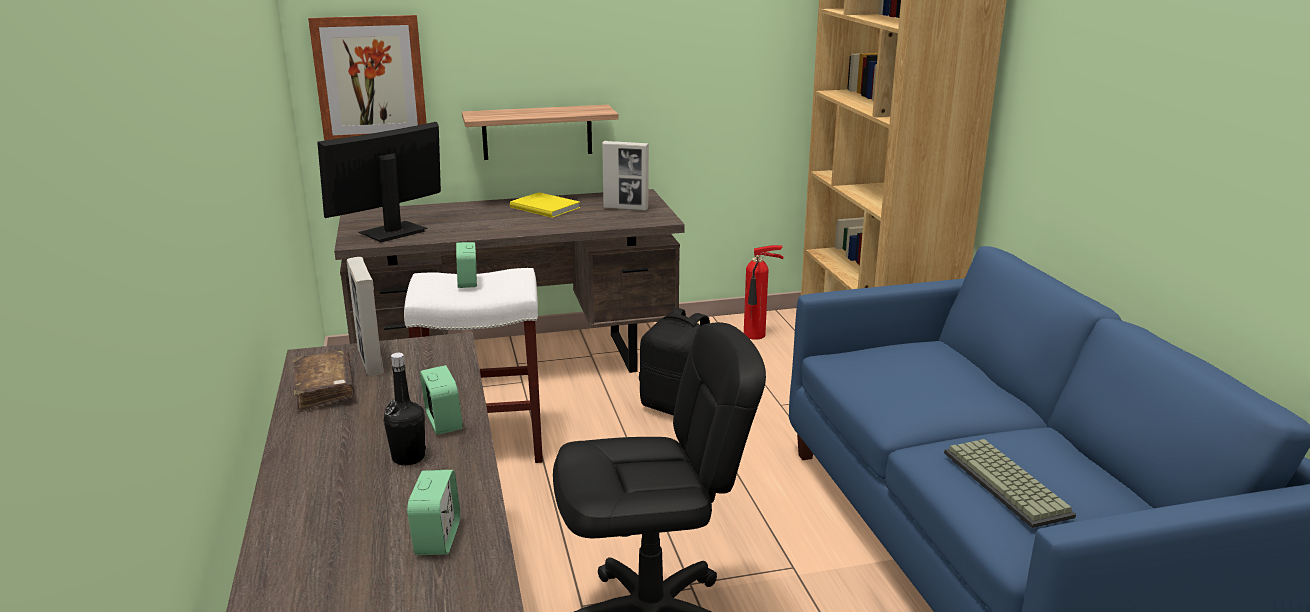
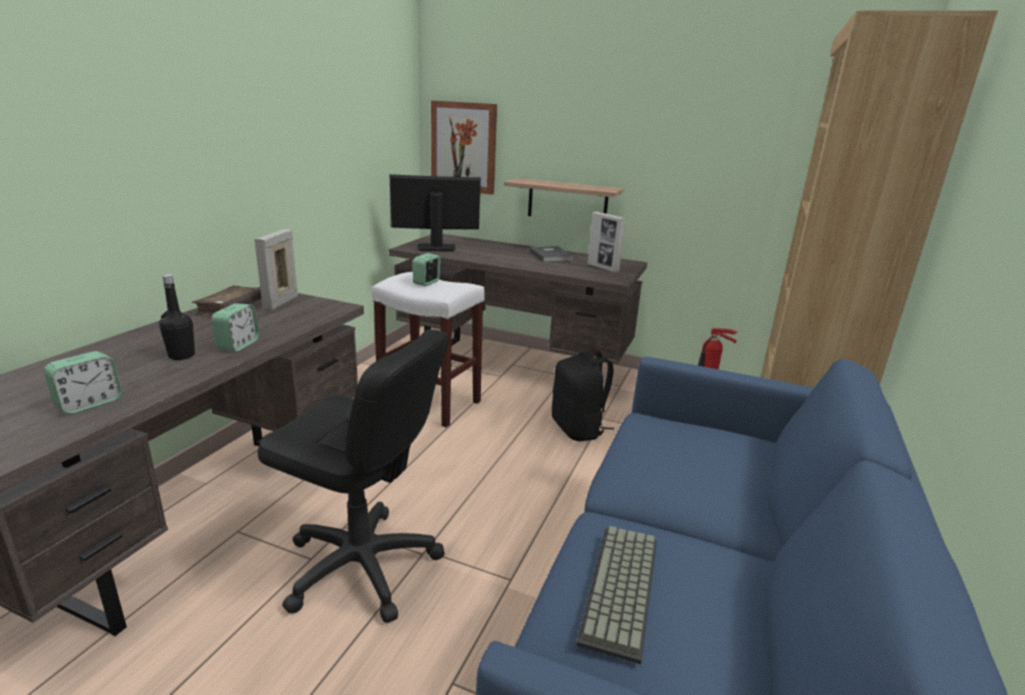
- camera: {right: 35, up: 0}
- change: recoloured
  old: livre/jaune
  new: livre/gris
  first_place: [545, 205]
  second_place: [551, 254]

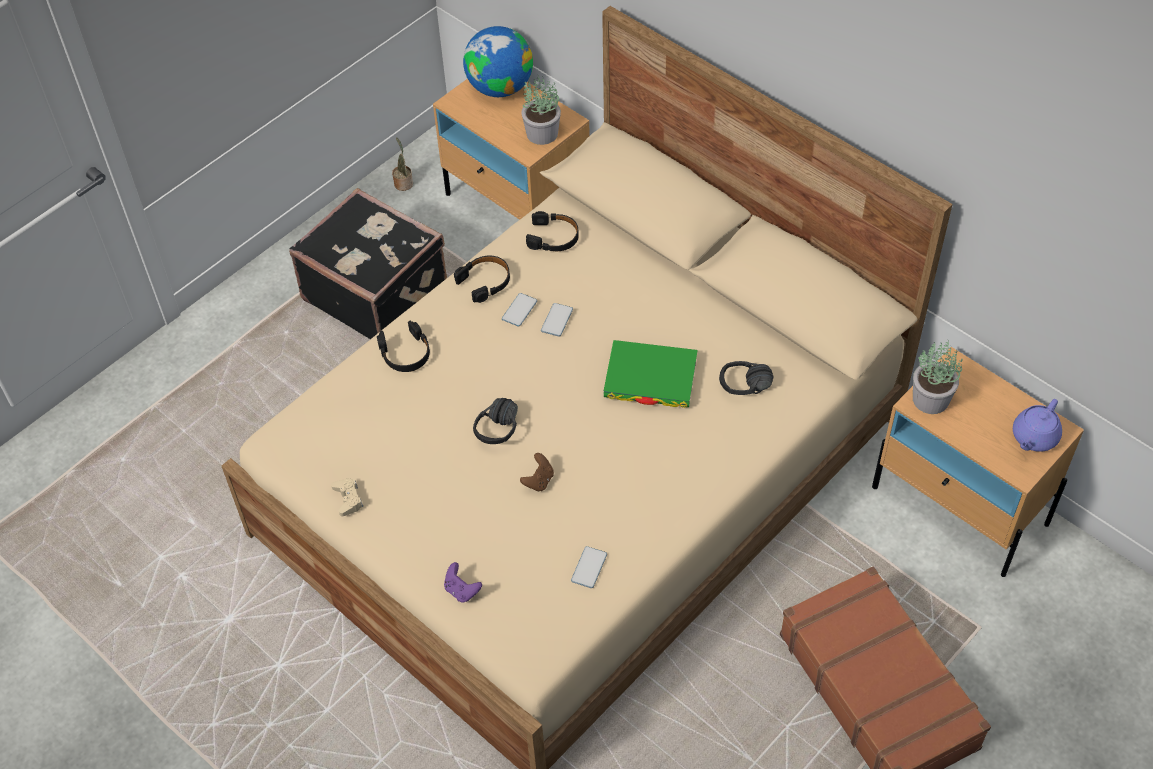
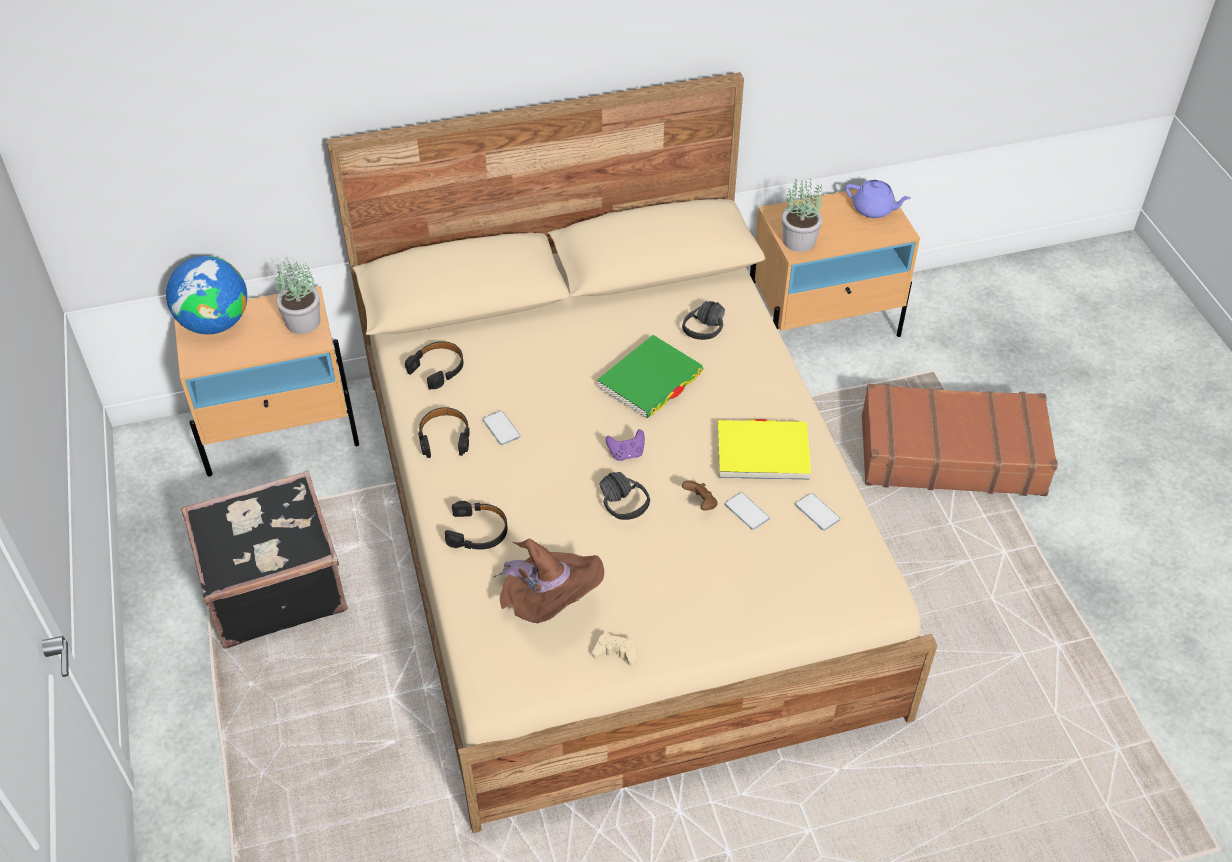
- camera: {right: -60, up: -5}
- change: removed
  old: plante en pot
  first_place: [402, 164]
- change: added
  new: chapeau/marron
  second_place: [549, 581]
- change: added
  new: livre/jaune
  second_place: [764, 449]
- change: moved
  old: manette/violet
  first_place: [463, 582]
  second_place: [625, 445]
- change: moved
  old: téléphone
  first_place: [557, 320]
  second_place: [747, 511]
- change: turned
  old: théière/violet
  first_place: [1037, 425]
  second_place: [878, 199]
  degrees: -45

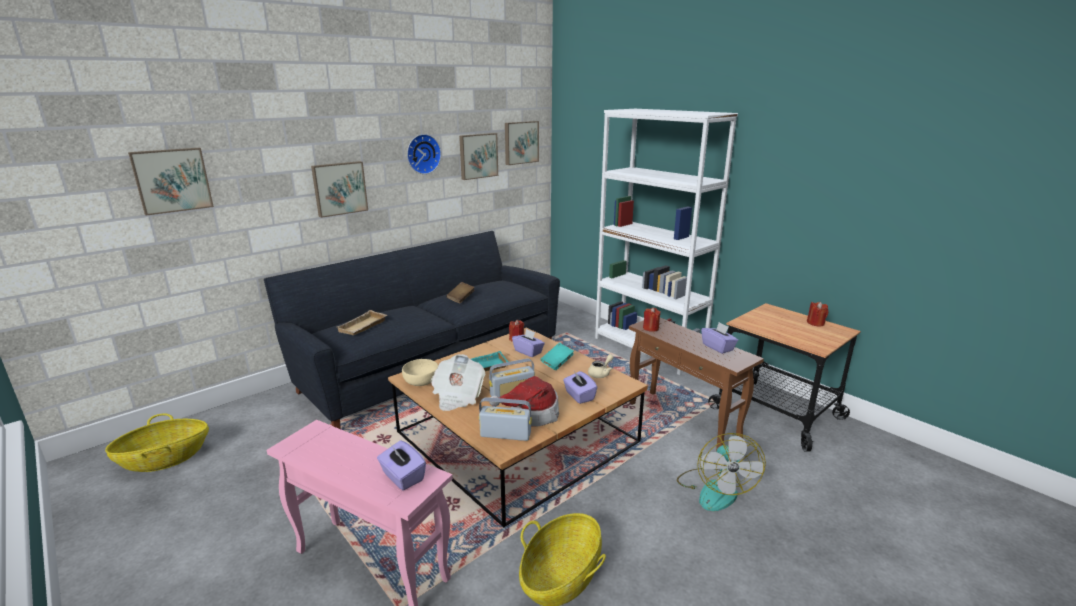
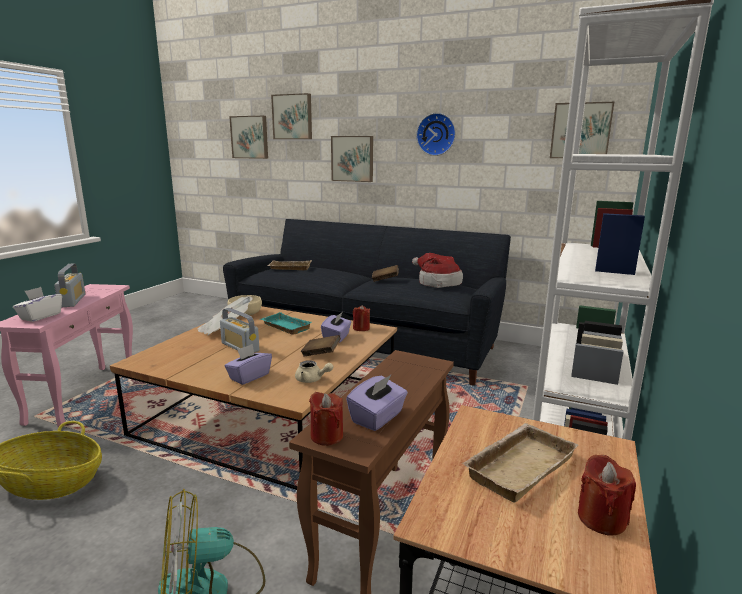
- camera: {right: 65, up: -5}
- change: removed
  old: panier
  first_place: [157, 442]
- change: added
  new: plateau/beige
  second_place: [520, 463]
- change: moved
  old: tableau
  first_place: [478, 156]
  second_place: [291, 116]
- change: moved
  old: radio
  first_place: [505, 419]
  second_place: [69, 285]
- change: moved
  old: chapeau
  first_place: [524, 401]
  second_place: [437, 270]
- change: moved
  old: bougie/rouge
  first_place: [652, 319]
  second_place: [326, 419]
- change: recoloured
  old: boîte à mouchoirs/violet
  new: boîte à mouchoirs/blanc
  first_place: [401, 465]
  second_place: [37, 304]
- change: recoloured
  old: livre/turquoise
  new: livre/marron
  first_place: [557, 356]
  second_place: [321, 346]

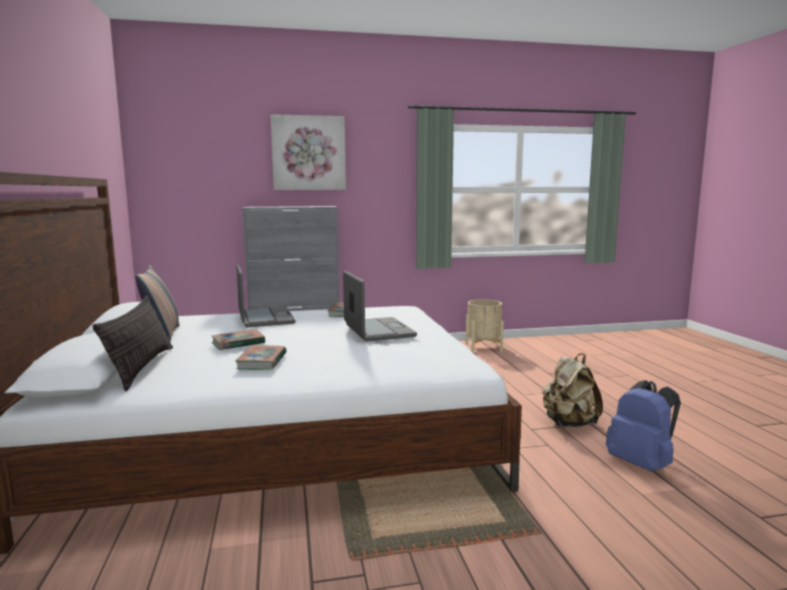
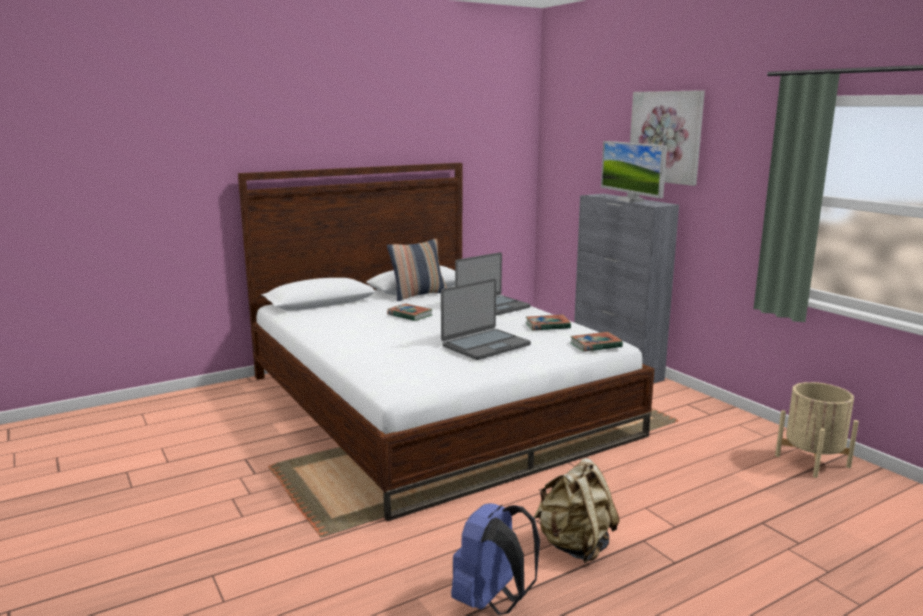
- camera: {right: 70, up: 5}
- change: removed
  old: coussin
  first_place: [133, 343]
- change: added
  new: écran d'ordinateur
  second_place: [634, 172]
- change: moved
  old: livre
  first_place: [260, 357]
  second_place: [596, 342]

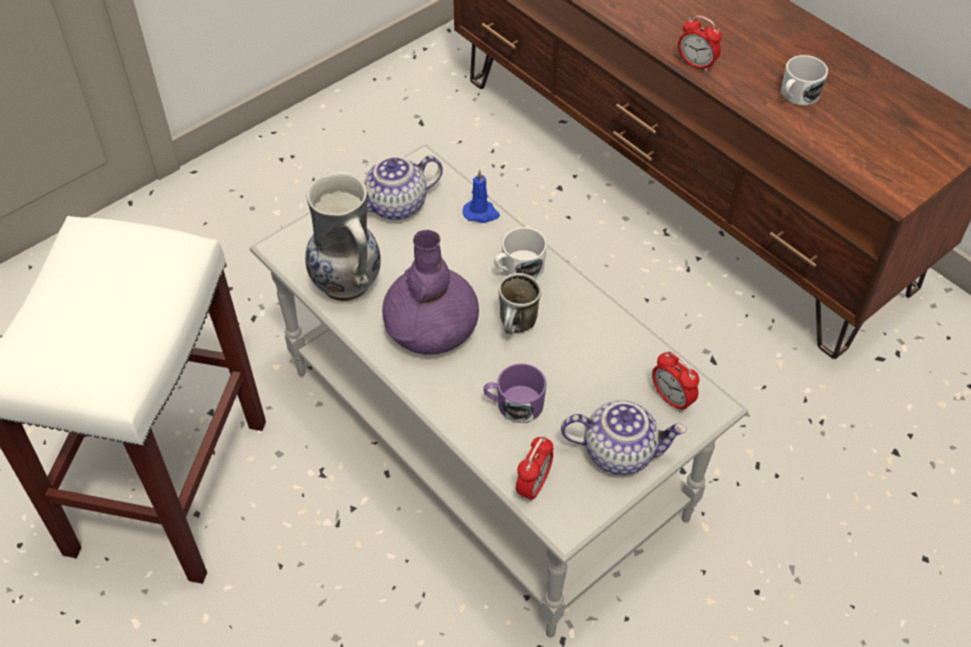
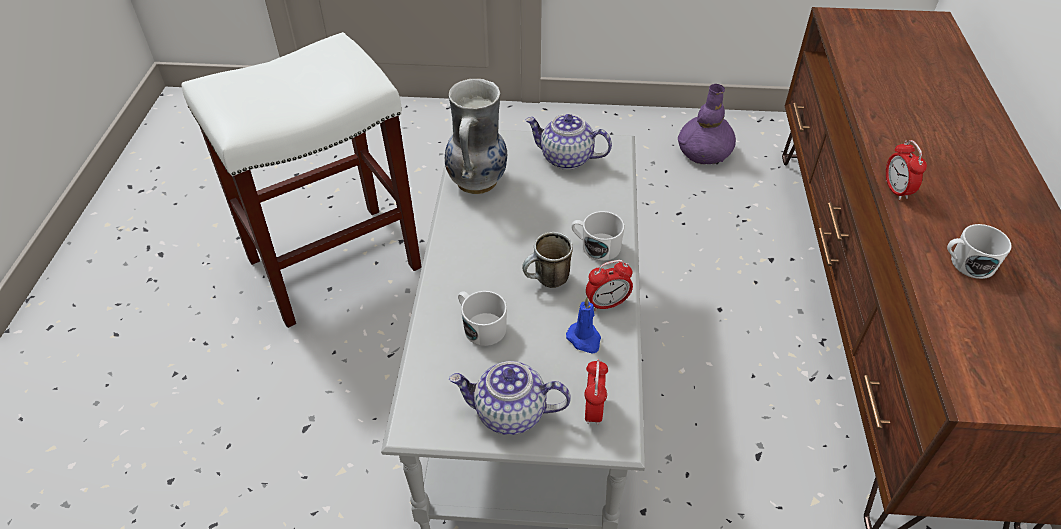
- camera: {right: 45, up: -5}
- change: moved
  old: vase/violet
  first_place: [430, 292]
  second_place: [707, 124]
- change: moved
  old: bougie/bleu
  first_place: [481, 196]
  second_place: [583, 325]
- change: moved
  old: réveil
  first_place: [534, 469]
  second_place: [609, 285]
- change: recoloured
  old: mug/violet
  new: mug/blanc
  first_place: [515, 393]
  second_place: [482, 318]
- change: turned
  old: théière
  first_place: [624, 437]
  second_place: [510, 398]
  degrees: 135

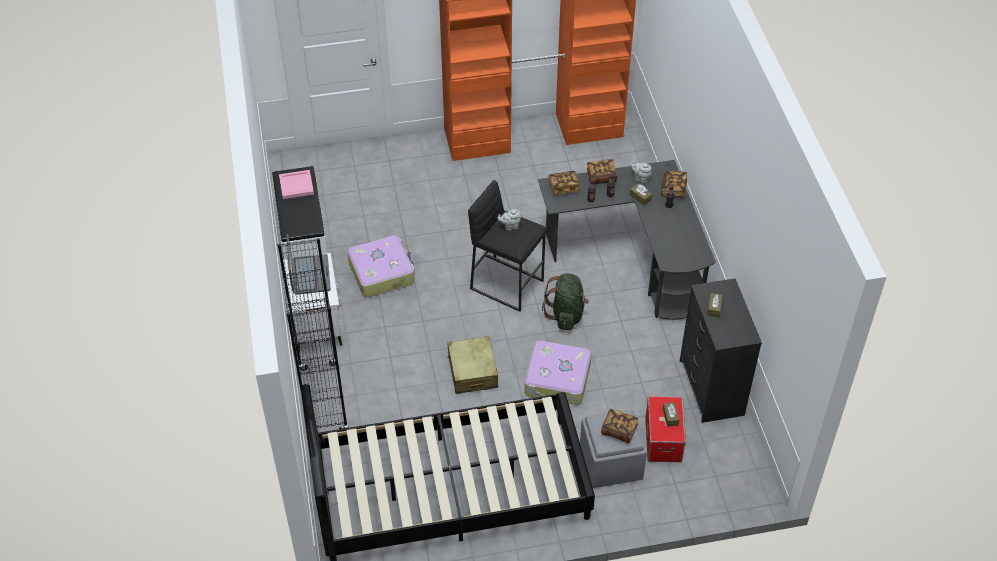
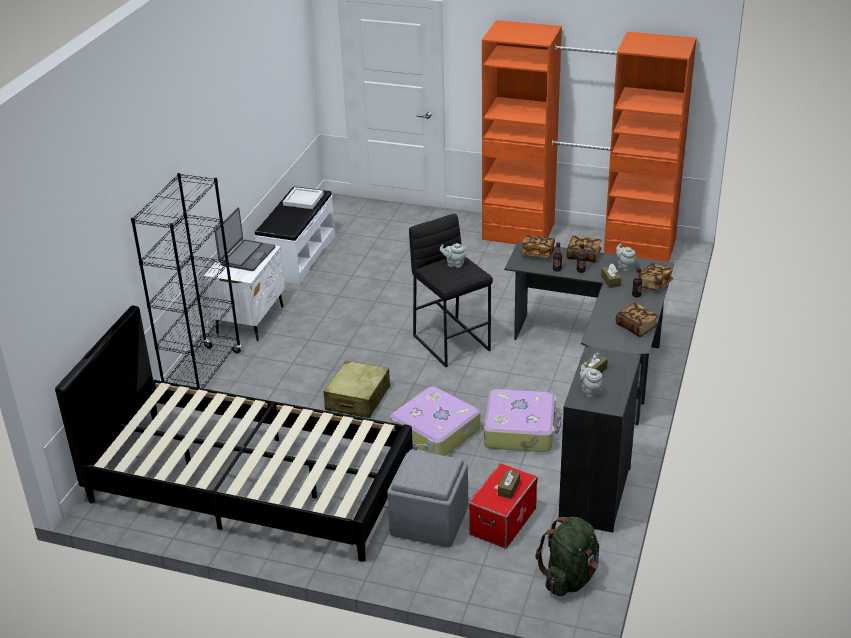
- camera: {right: 30, up: -15}
- change: added
  new: théière/gris
  second_place: [591, 380]
- change: moved
  old: valise
  first_place: [381, 266]
  second_place: [523, 420]
- change: moved
  old: sac à dos/vert
  first_place: [565, 301]
  second_place: [567, 556]
- change: moved
  old: livre
  first_place: [619, 425]
  second_place: [637, 319]
- change: recoloured
  old: plateau/rose
  new: plateau/blanc
  first_place: [296, 184]
  second_place: [303, 198]

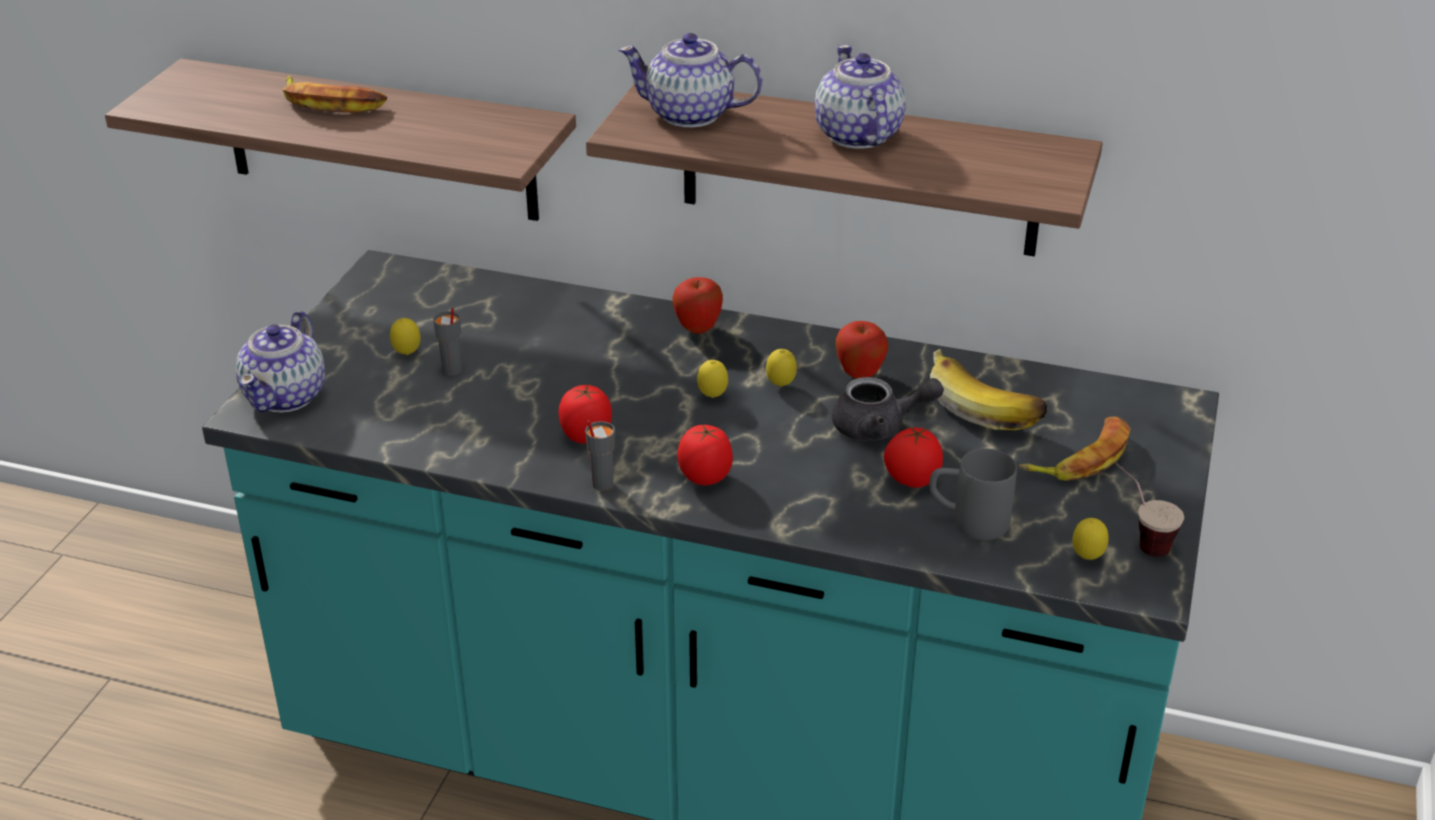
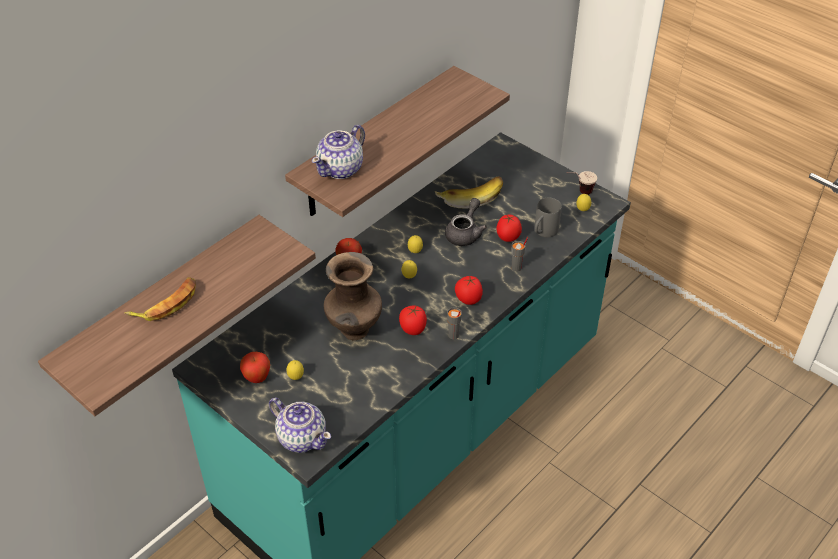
- camera: {right: -65, up: 10}
- change: removed
  old: théière
  first_place: [860, 97]
- change: removed
  old: banane
  first_place: [1075, 449]
- change: added
  new: vase/marron
  second_place: [353, 296]
- change: moved
  old: tasse/gris
  first_place: [447, 342]
  second_place: [519, 254]
- change: moved
  old: pomme
  first_place: [861, 350]
  second_place: [255, 367]

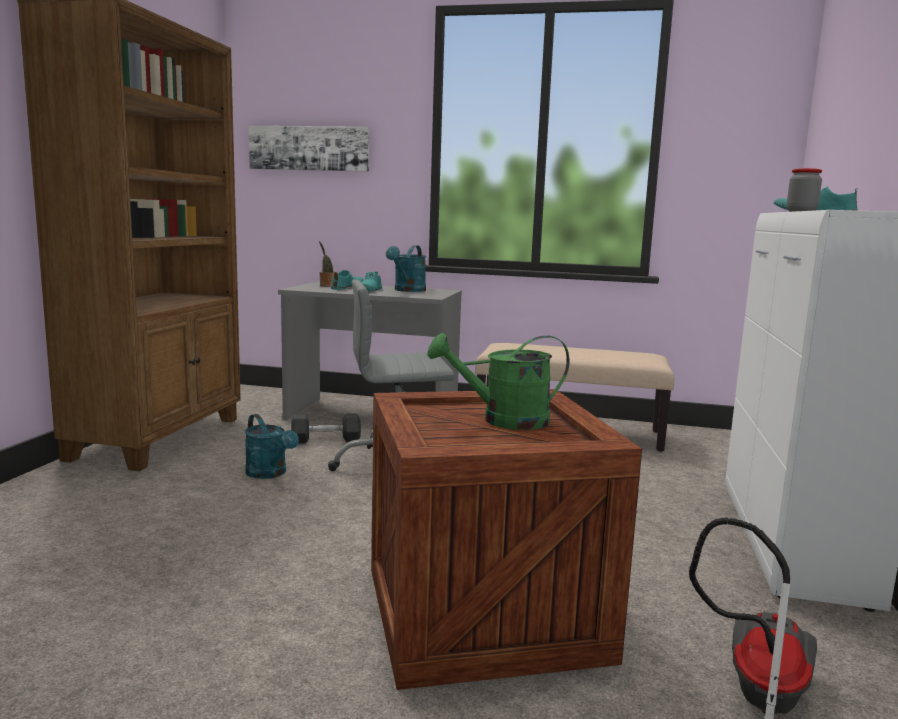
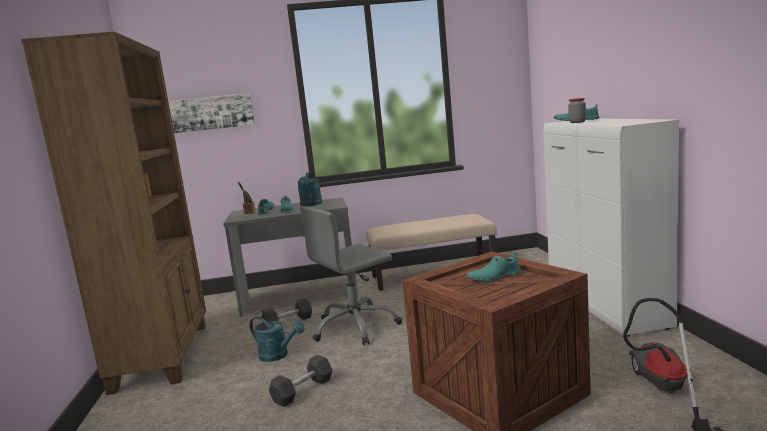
- camera: {right: -20, up: 0}
- change: added
  new: haltère/gris
  second_place: [301, 381]
- change: replaced
  old: arrosoir/vert
  new: chaussure/turquoise
  first_place: [498, 381]
  second_place: [493, 267]

